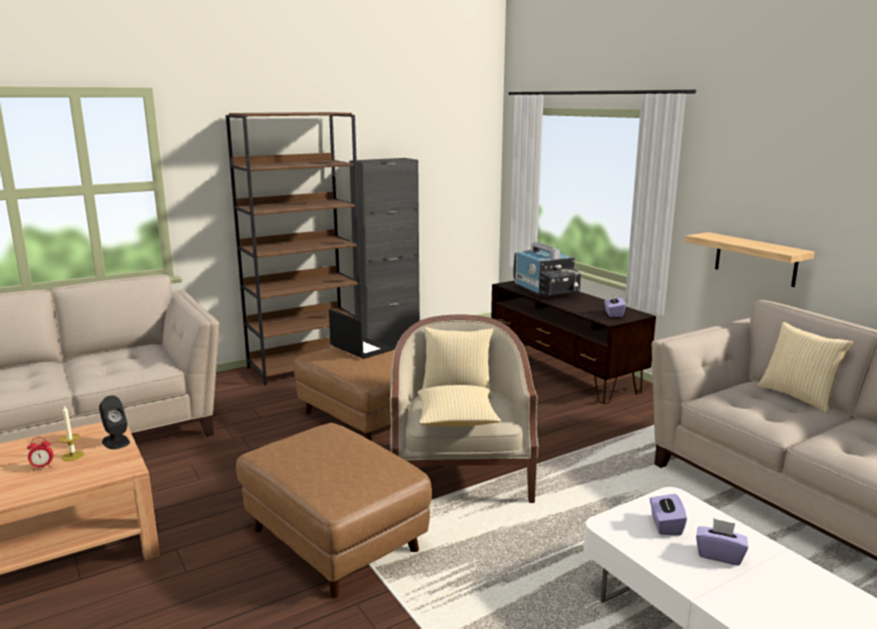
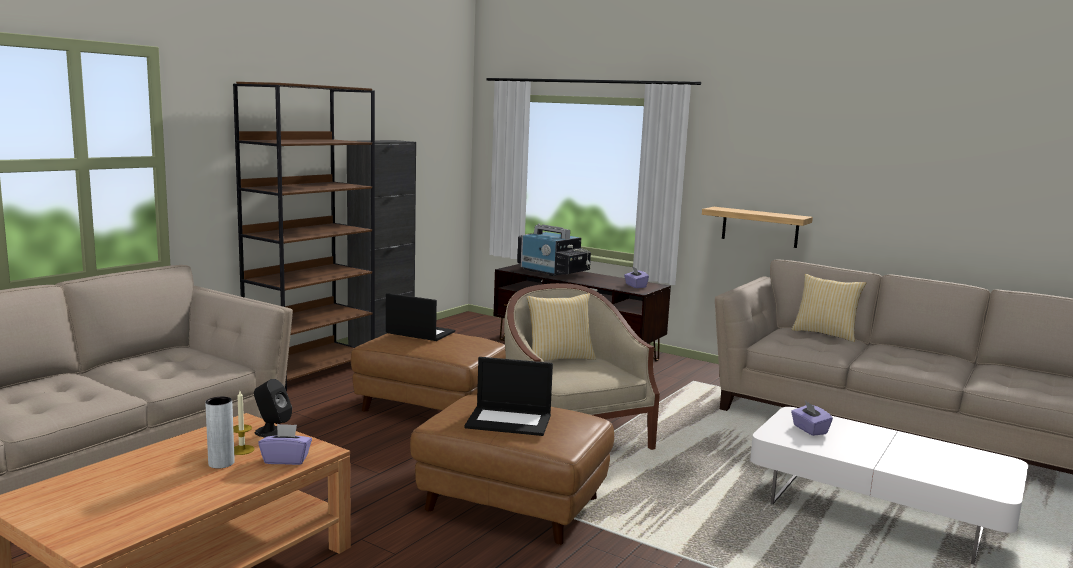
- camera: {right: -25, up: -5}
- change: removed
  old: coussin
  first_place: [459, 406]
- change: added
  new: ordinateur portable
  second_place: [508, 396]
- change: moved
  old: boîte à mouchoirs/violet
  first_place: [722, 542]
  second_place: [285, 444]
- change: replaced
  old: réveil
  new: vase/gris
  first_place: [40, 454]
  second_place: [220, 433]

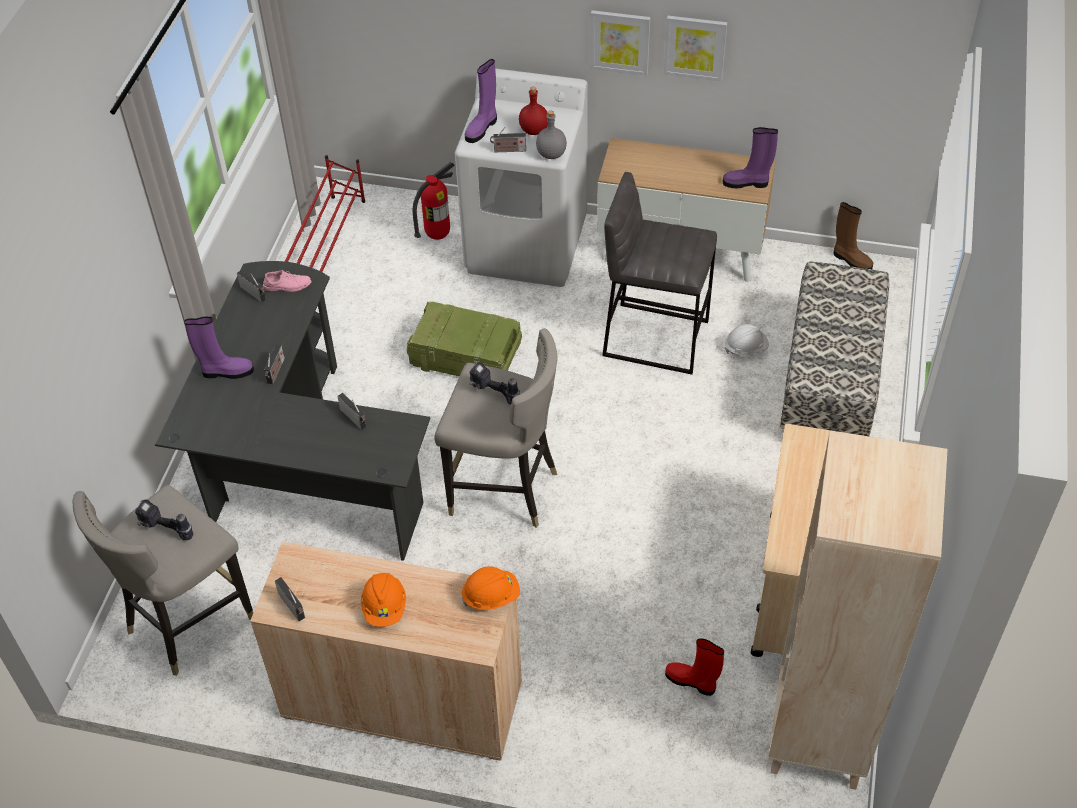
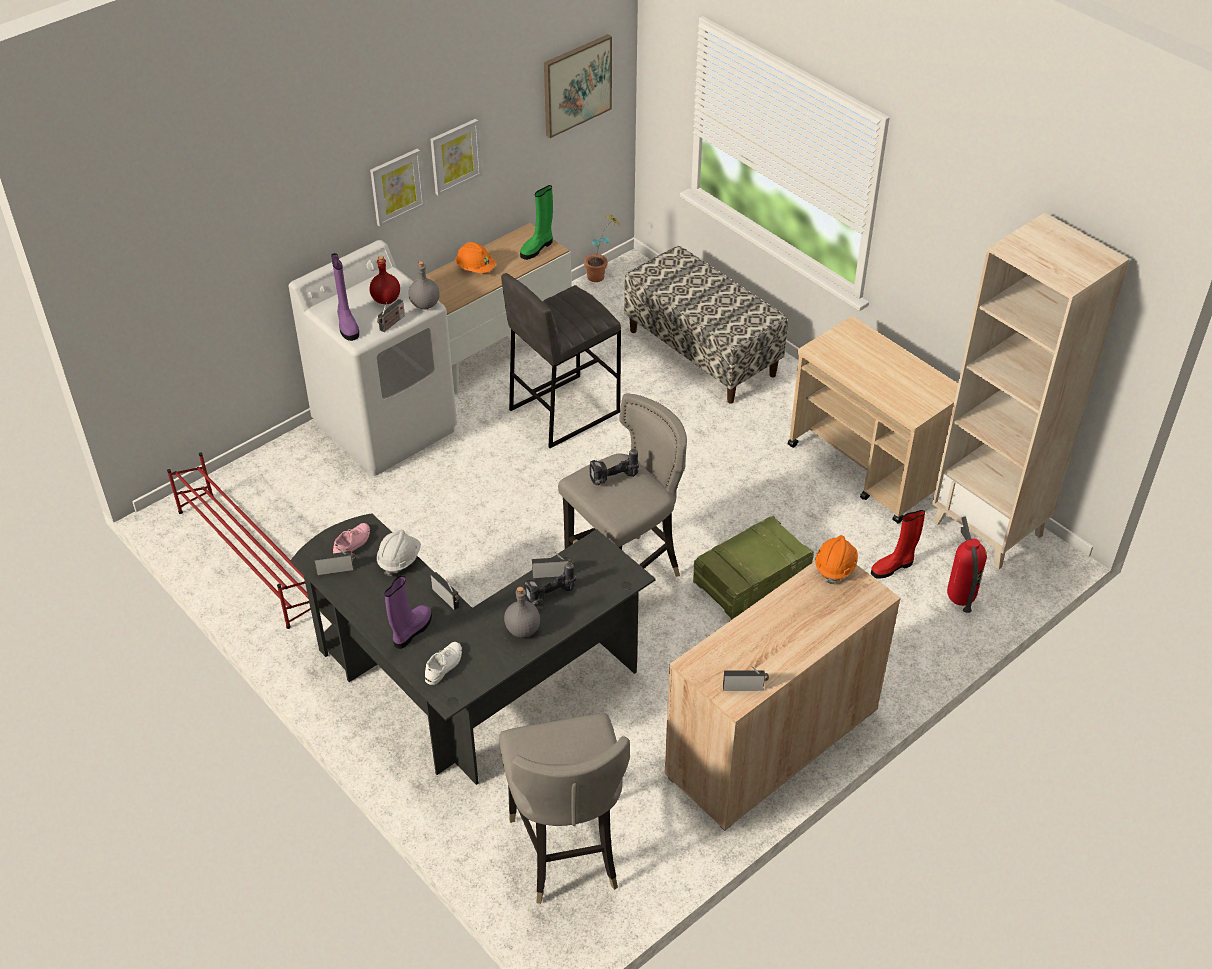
- camera: {right: -55, up: -5}
- change: added
  new: chaussure/blanc
  second_place: [443, 663]
- change: added
  new: bouteille/gris
  second_place: [522, 612]
- change: added
  new: tableau
  second_place: [578, 86]
- change: moved
  old: perceuse
  first_place: [164, 519]
  second_place: [550, 584]
- change: moved
  old: casque de chantier/orange
  first_place: [383, 600]
  second_place: [475, 257]
- change: moved
  old: caisse
  first_place: [464, 338]
  second_place: [753, 568]
- change: moved
  old: extincteur
  first_place: [433, 201]
  second_place: [967, 565]
- change: moved
  old: casque de chantier/blanc
  first_place: [746, 339]
  second_place: [399, 553]
- change: replaced
  old: botte/marron
  new: plante en pot
  first_place: [853, 235]
  second_place: [603, 248]
- change: recoloured
  old: botte/violet
  new: botte/vert
  first_place: [750, 157]
  second_place: [536, 222]

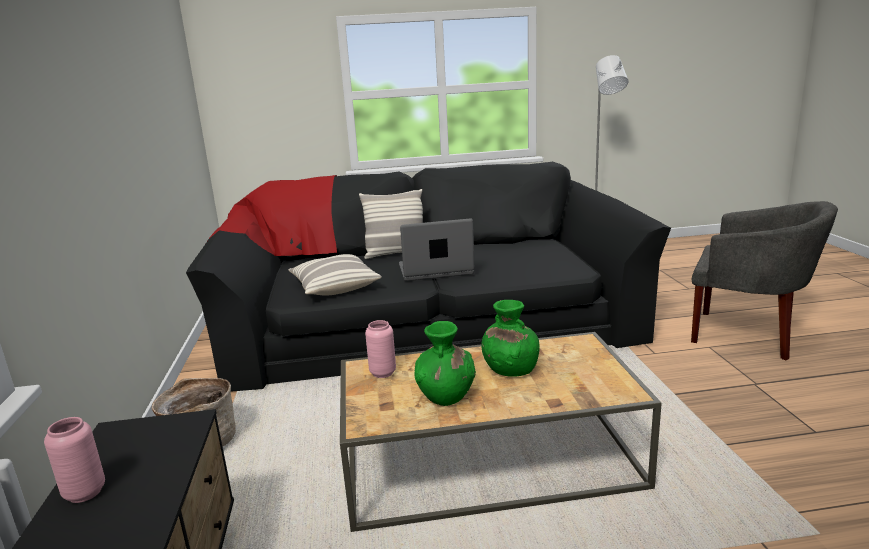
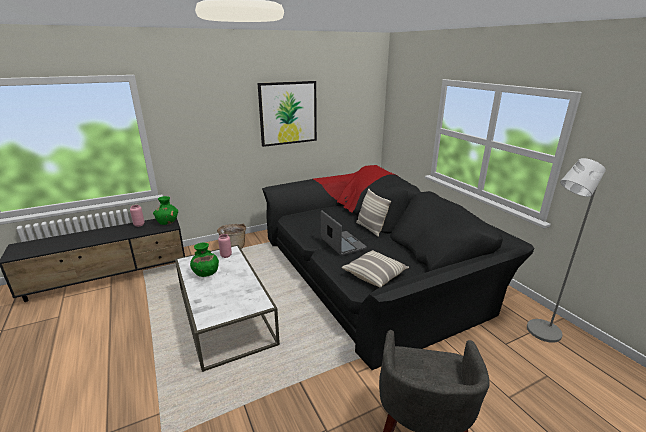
- camera: {right: 70, up: 5}
- change: added
  new: tableau
  second_place: [287, 114]
- change: moved
  old: coussin
  first_place: [335, 274]
  second_place: [375, 268]
- change: moved
  old: vase/vert
  first_place: [510, 338]
  second_place: [165, 210]
- change: recoloured
  old: table basse/marron
  new: table basse/blanc
  first_place: [501, 432]
  second_place: [227, 308]

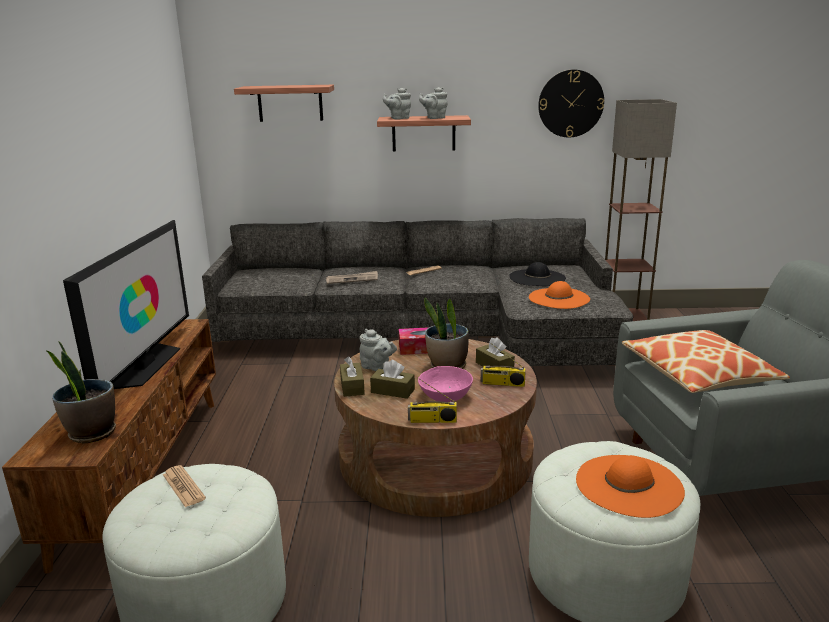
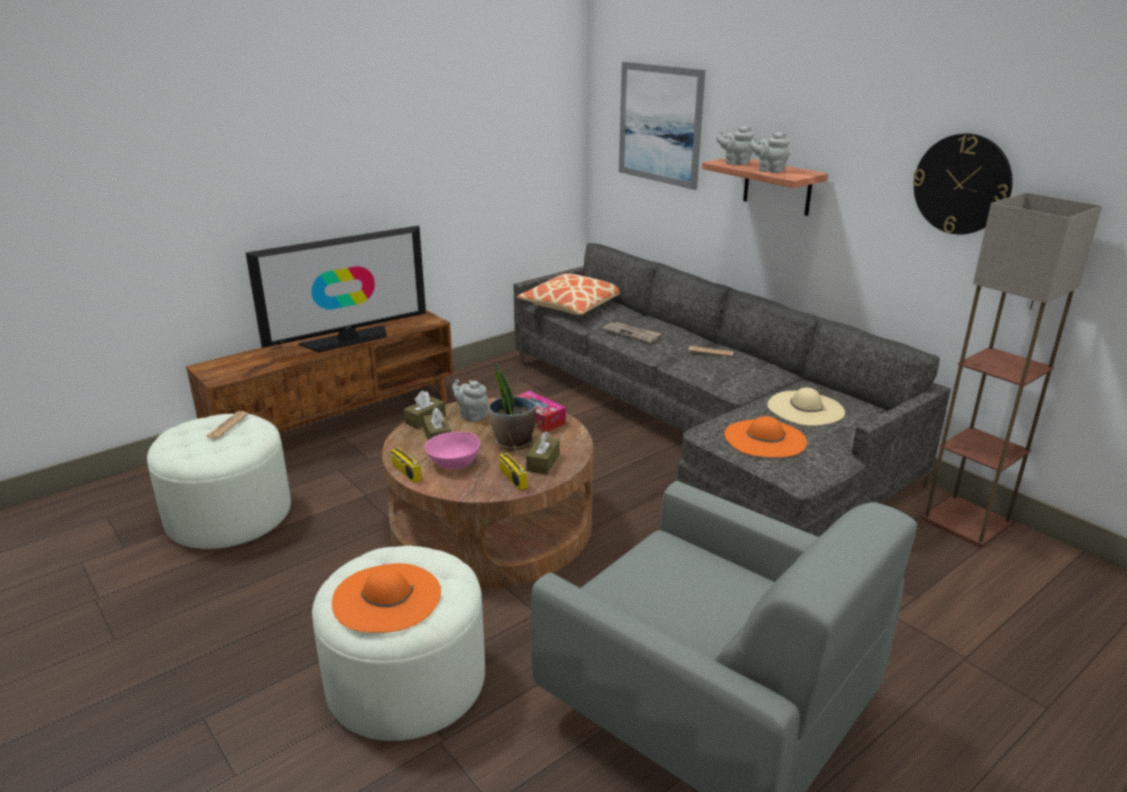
- camera: {right: 50, up: 5}
- change: removed
  old: plante en pot
  first_place: [80, 392]
- change: moved
  old: coussin
  first_place: [706, 361]
  second_place: [568, 294]
- change: replaced
  old: étagère
  new: tableau
  first_place: [284, 103]
  second_place: [662, 126]
- change: recoloured
  old: chapeau/noir
  new: chapeau/beige
  first_place: [537, 274]
  second_place: [806, 406]
- change: turned
  old: théière/gris
  first_place: [378, 350]
  second_place: [470, 400]
  degrees: 135

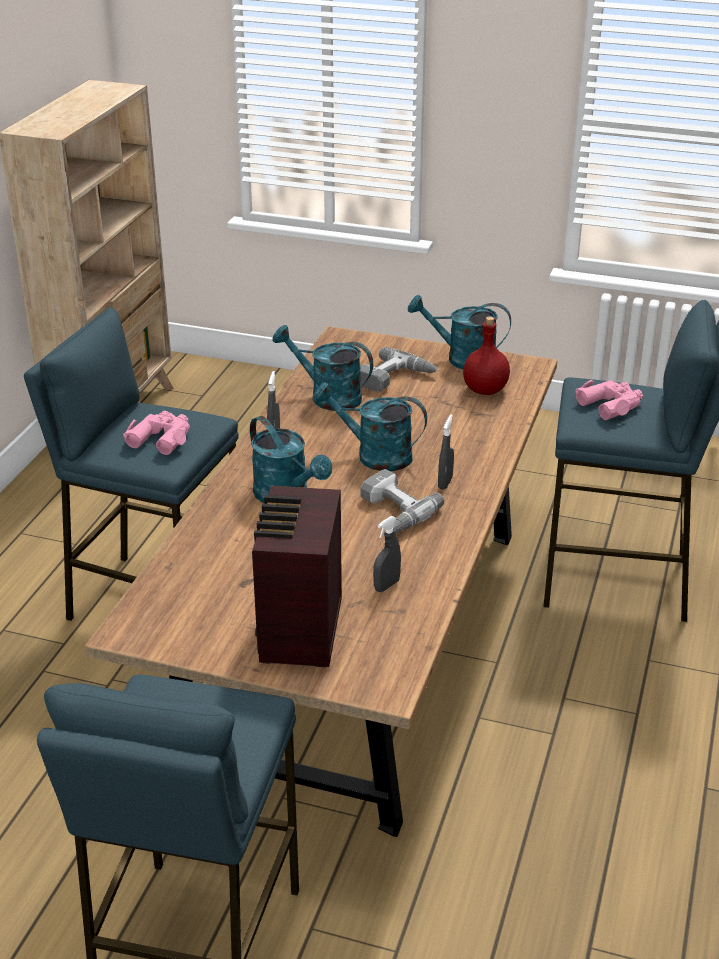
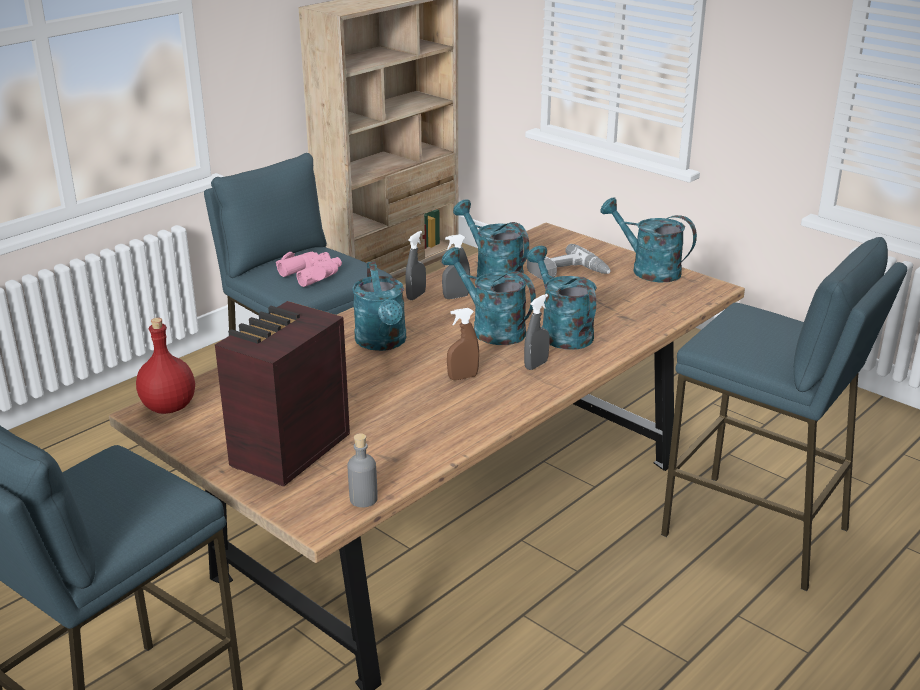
- camera: {right: 25, up: -5}
- change: removed
  old: jumelles/rose
  first_place: [609, 400]
- change: added
  new: bouteille/gris
  second_place: [362, 470]
- change: added
  new: arrosoir/turquoise
  second_place: [562, 298]
- change: moved
  old: vaporisateur/gris
  first_place: [387, 554]
  second_place: [456, 266]
- change: moved
  old: bouteille/rouge
  first_place: [486, 355]
  second_place: [165, 366]
- change: replaced
  old: perceuse
  new: vaporisateur/marron
  first_place: [402, 501]
  second_place: [463, 344]

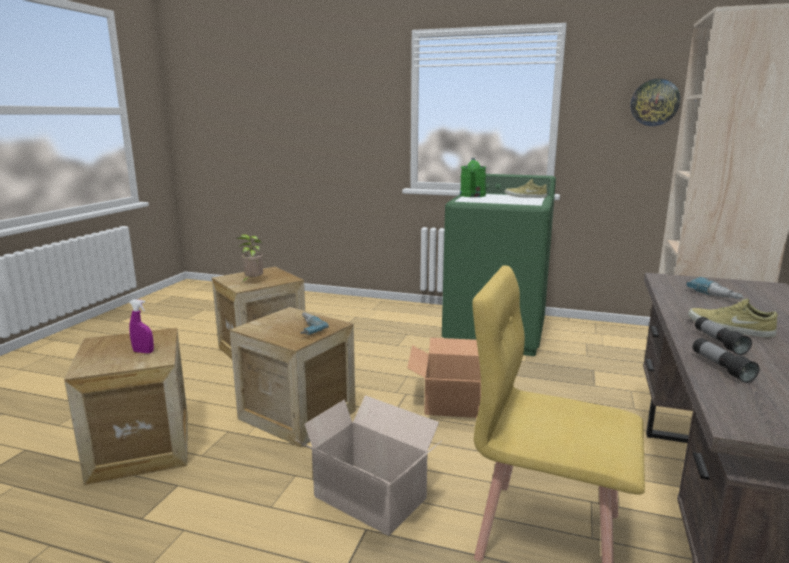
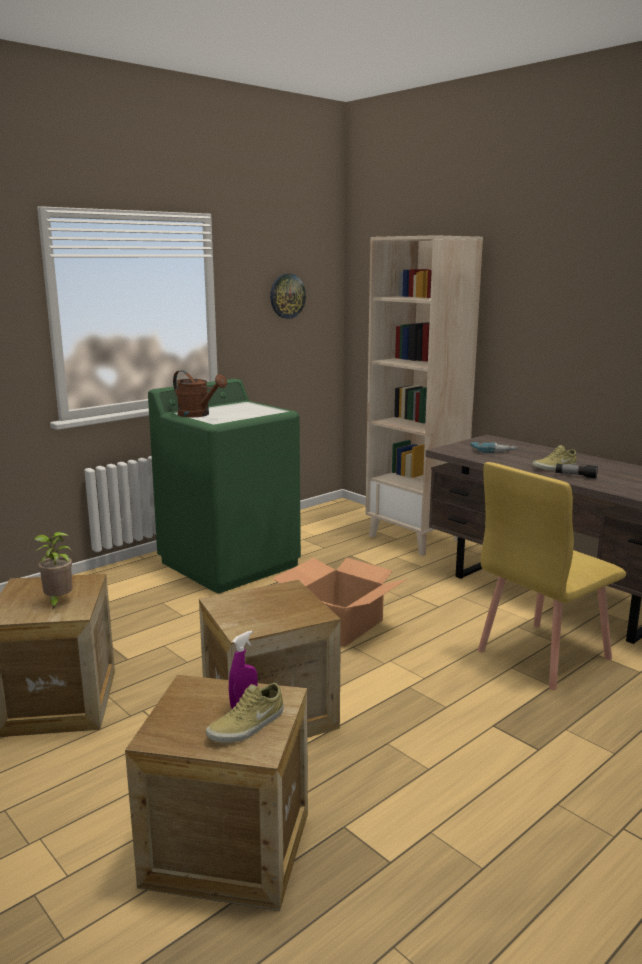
- camera: {right: -60, up: 0}
- change: removed
  old: carton
  first_place: [369, 465]
- change: removed
  old: perceuse
  first_place: [314, 323]
- change: removed
  old: lampe de poche
  first_place: [726, 360]
- change: moved
  old: chaussure/beige
  first_place: [525, 188]
  second_place: [245, 713]
- change: recoloured
  old: arrosoir/vert
  new: arrosoir/marron
  first_place: [473, 177]
  second_place: [200, 393]

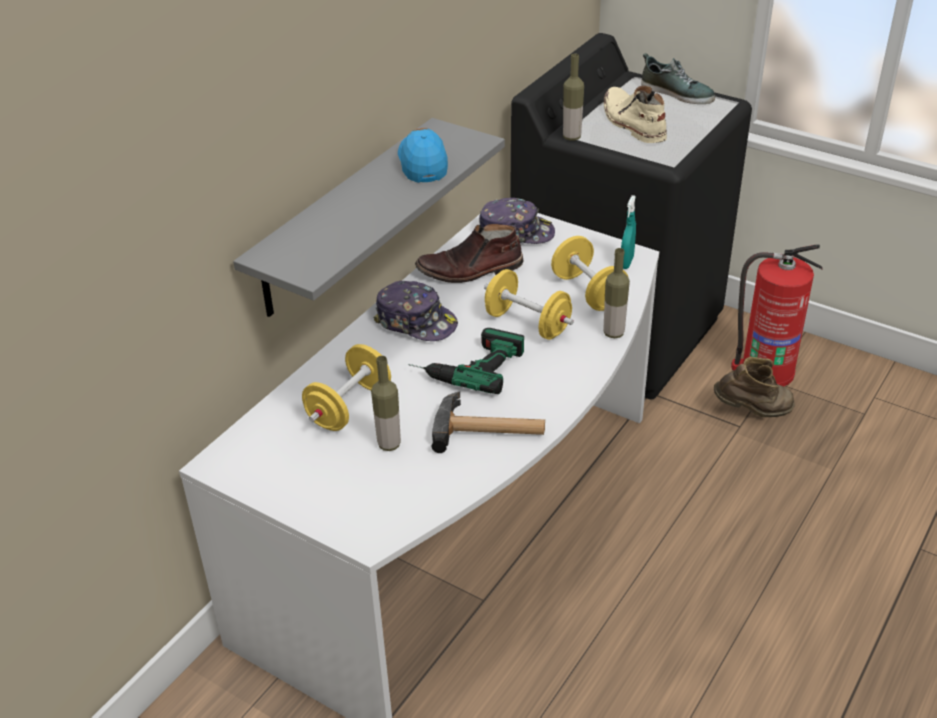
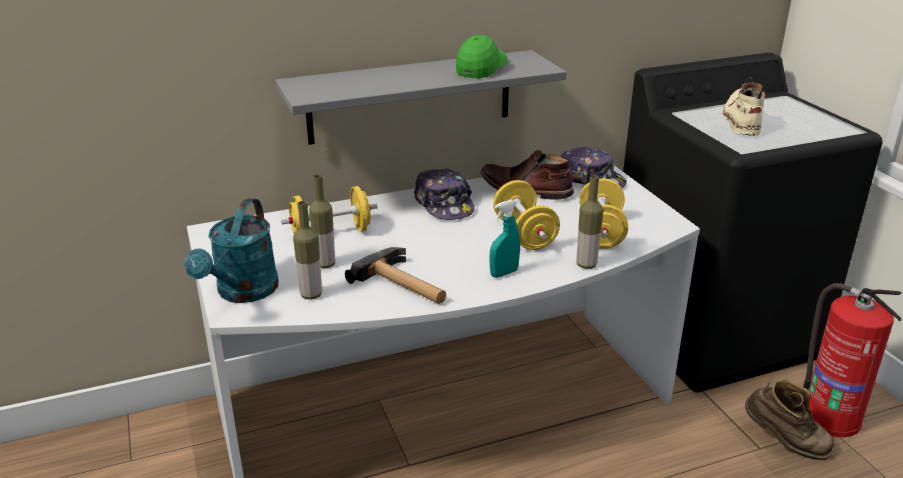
- camera: {right: 35, up: -10}
- change: removed
  old: perceuse
  first_place: [466, 361]
- change: removed
  old: chaussure
  first_place: [678, 78]
- change: added
  new: arrosoir/turquoise
  second_place: [231, 250]
- change: moved
  old: bouteille
  first_place: [573, 97]
  second_place: [307, 250]
- change: moved
  old: vaporisateur/turquoise
  first_place: [628, 232]
  second_place: [504, 239]
- change: recoloured
  old: casquette/bleu
  new: casquette/vert
  first_place: [423, 155]
  second_place: [482, 57]

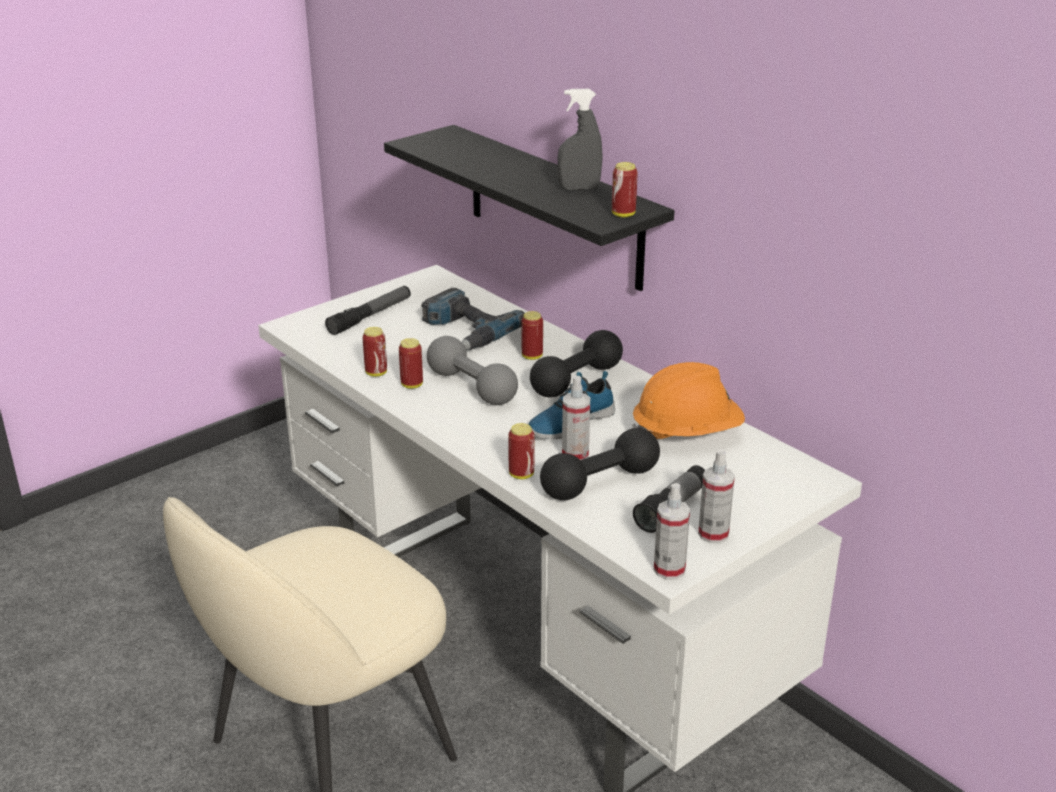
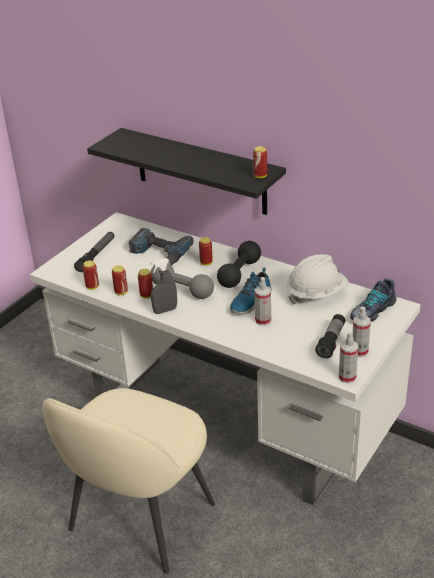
- camera: {right: -15, up: 5}
- change: removed
  old: haltère/noir
  first_place: [600, 464]
- change: added
  new: chaussure
  second_place: [373, 299]
- change: moved
  old: boîte métallique
  first_place: [521, 451]
  second_place: [91, 275]
- change: moved
  old: vaporisateur/gris
  first_place: [580, 139]
  second_place: [163, 286]
- change: recoloured
  old: casque de chantier/orange
  new: casque de chantier/blanc
  first_place: [688, 400]
  second_place: [318, 279]

